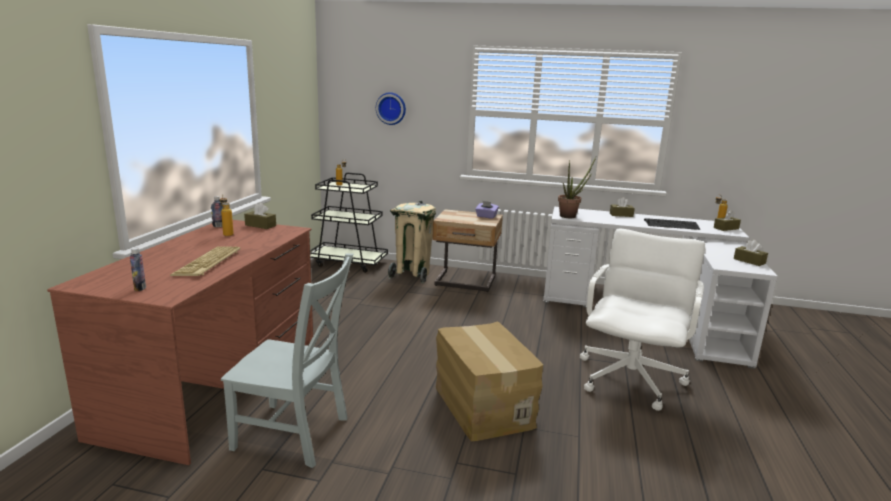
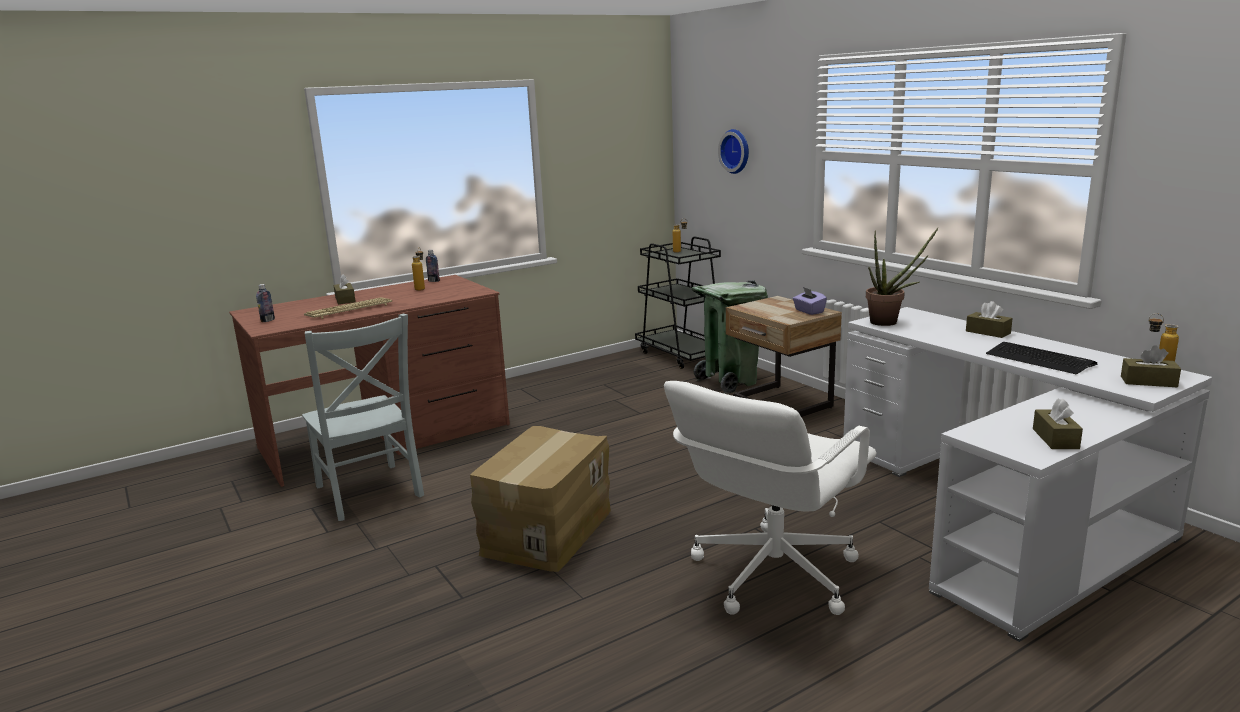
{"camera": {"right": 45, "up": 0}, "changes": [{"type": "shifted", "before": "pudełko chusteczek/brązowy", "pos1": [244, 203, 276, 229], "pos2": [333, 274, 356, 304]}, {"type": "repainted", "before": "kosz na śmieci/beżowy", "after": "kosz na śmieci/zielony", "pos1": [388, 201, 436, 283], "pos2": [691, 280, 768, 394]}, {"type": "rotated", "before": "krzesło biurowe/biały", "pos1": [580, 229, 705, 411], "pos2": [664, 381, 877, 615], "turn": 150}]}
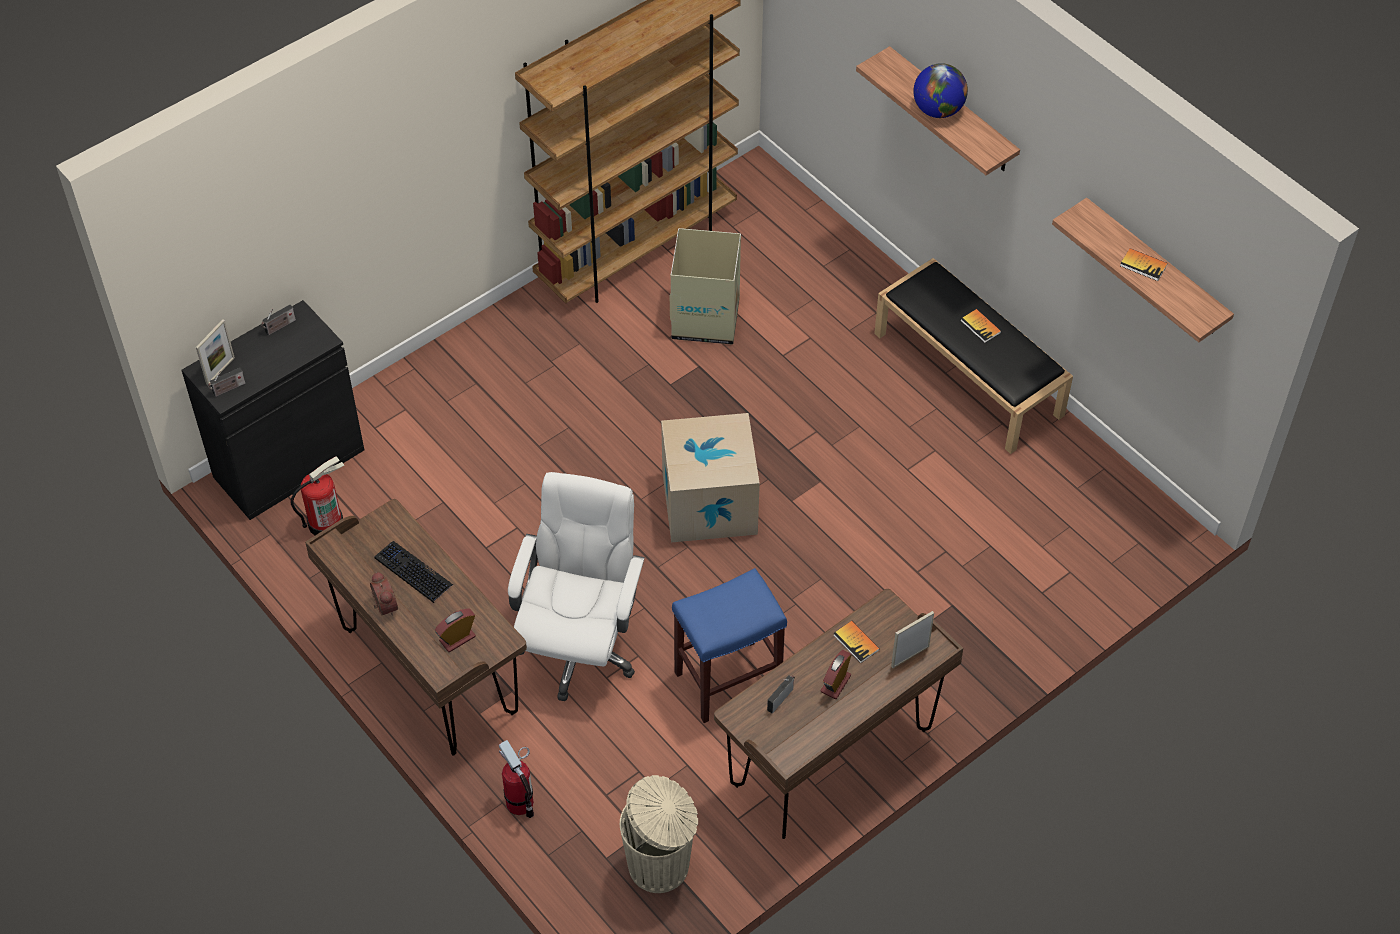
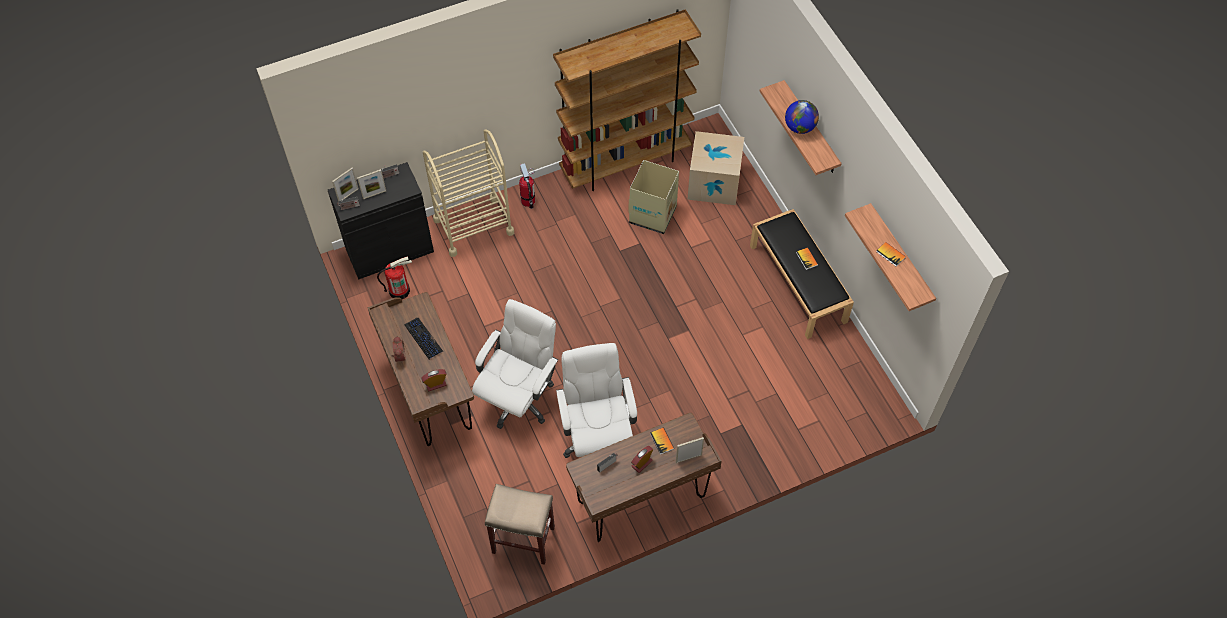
{"camera": {"right": 15, "up": 5}, "changes": [{"type": "new", "after": "ramka na zdjęcie", "pos2": [357, 169, 386, 199]}, {"type": "new", "after": "wózek/beżowy", "pos2": [423, 129, 514, 257]}, {"type": "shifted", "before": "gaśnica", "pos1": [499, 740, 534, 818], "pos2": [519, 163, 535, 209]}, {"type": "shifted", "before": "karton", "pos1": [661, 413, 760, 542], "pos2": [687, 131, 744, 205]}, {"type": "swapped", "before": "kosz na śmieci/beżowy", "after": "stołek/beżowy", "pos1": [620, 775, 698, 893], "pos2": [485, 484, 555, 565]}, {"type": "swapped", "before": "stołek/niebieski", "after": "krzesło biurowe/biały", "pos1": [672, 568, 787, 723], "pos2": [556, 343, 637, 458]}]}
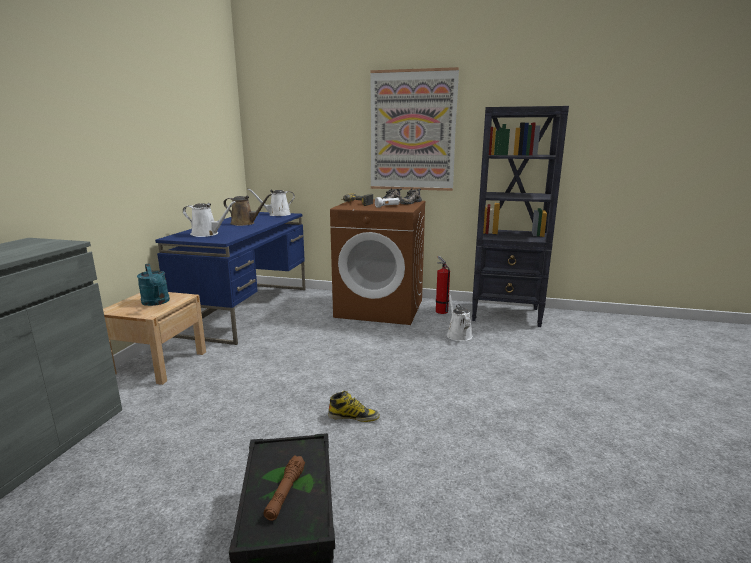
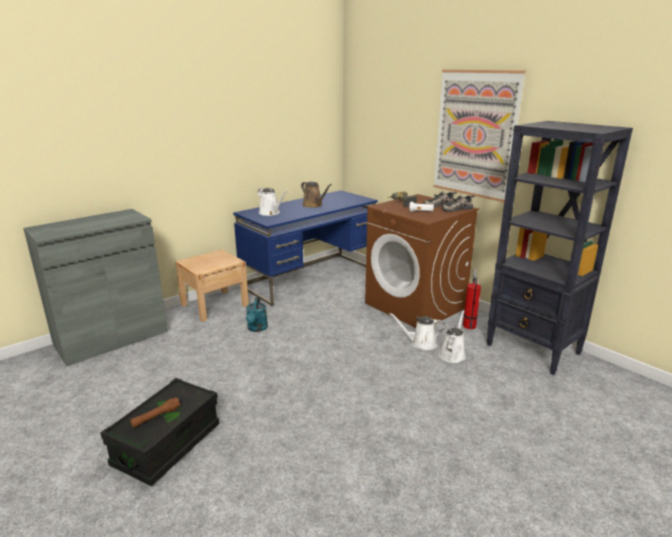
{"camera": {"right": 35, "up": 5}, "changes": [{"type": "gone", "before": "but z cholewką", "pos1": [328, 391, 380, 422]}, {"type": "shifted", "before": "konewka/turkusowy", "pos1": [137, 264, 170, 306], "pos2": [246, 297, 268, 332]}, {"type": "shifted", "before": "konewka/biały", "pos1": [247, 189, 295, 216], "pos2": [389, 313, 445, 350]}]}
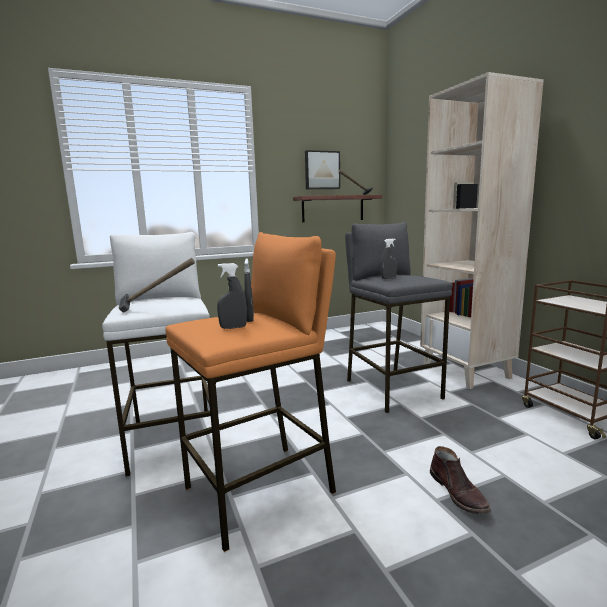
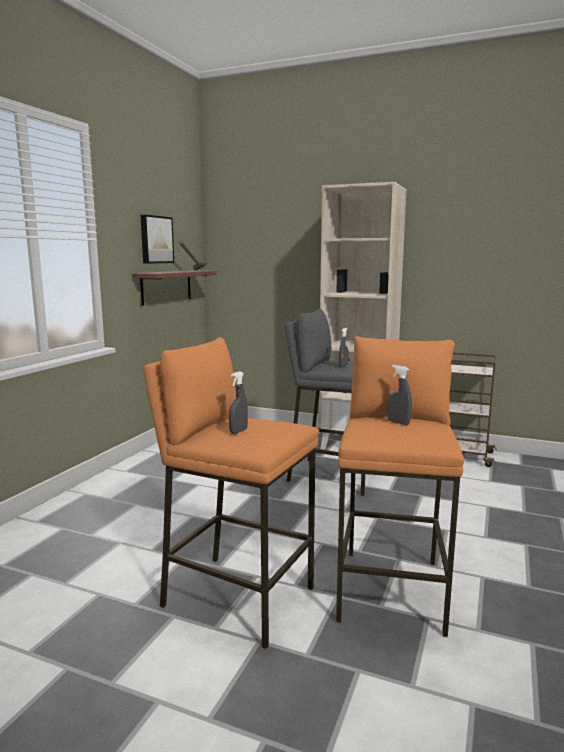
{"camera": {"right": -45, "up": 0}, "changes": [{"type": "gone", "before": "młotek", "pos1": [119, 258, 195, 313]}, {"type": "gone", "before": "but z cholewką/brązowy", "pos1": [430, 446, 491, 514]}, {"type": "shifted", "before": "spryskiwacz/szary", "pos1": [217, 263, 247, 329], "pos2": [229, 371, 248, 434]}, {"type": "repainted", "before": "stołek/biały", "after": "stołek/pomarańczowy", "pos1": [102, 232, 211, 477], "pos2": [143, 338, 319, 650]}]}
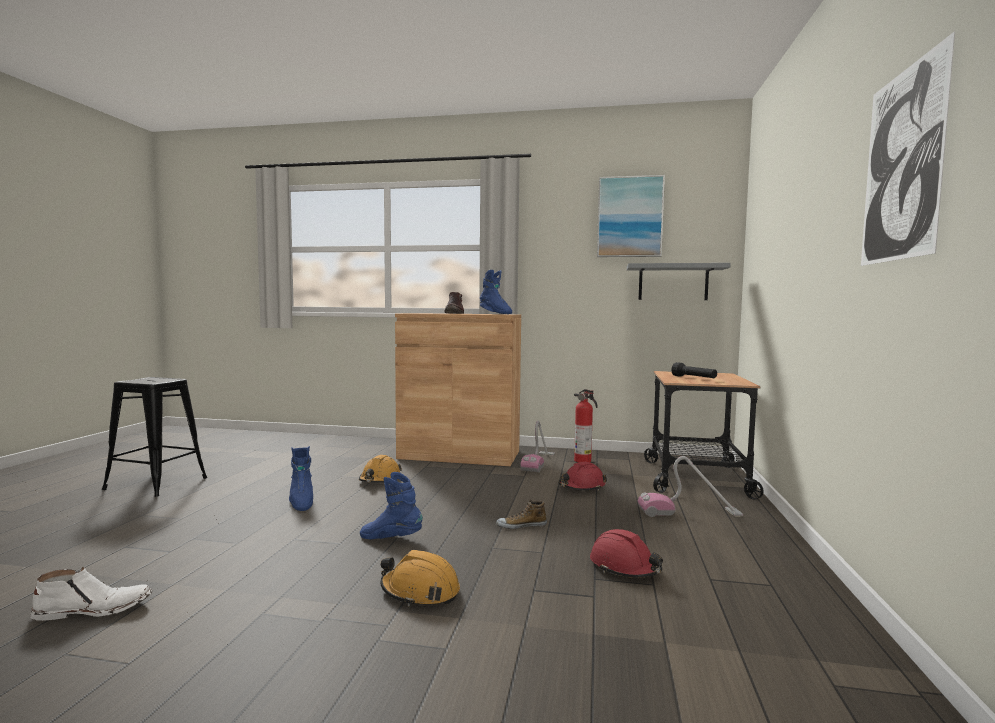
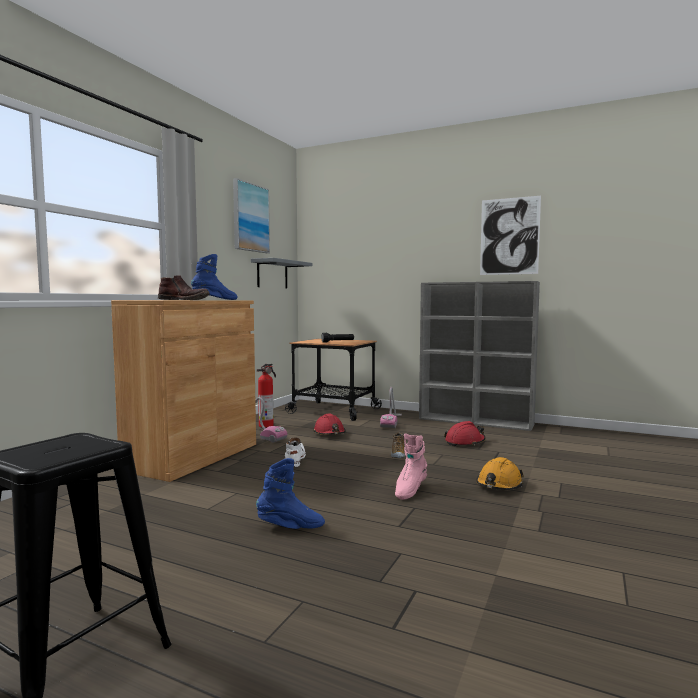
{"camera": {"right": -75, "up": 0}, "changes": [{"type": "gone", "before": "kask/pomarańczowy", "pos1": [359, 455, 402, 483]}, {"type": "new", "after": "regał/szary", "pos2": [419, 281, 540, 431]}, {"type": "shifted", "before": "but z cholewką/biały", "pos1": [30, 567, 152, 621], "pos2": [285, 437, 306, 467]}, {"type": "repainted", "before": "but z cholewką/niebieski", "after": "but z cholewką/różowy", "pos1": [360, 472, 423, 539], "pos2": [395, 433, 427, 500]}]}
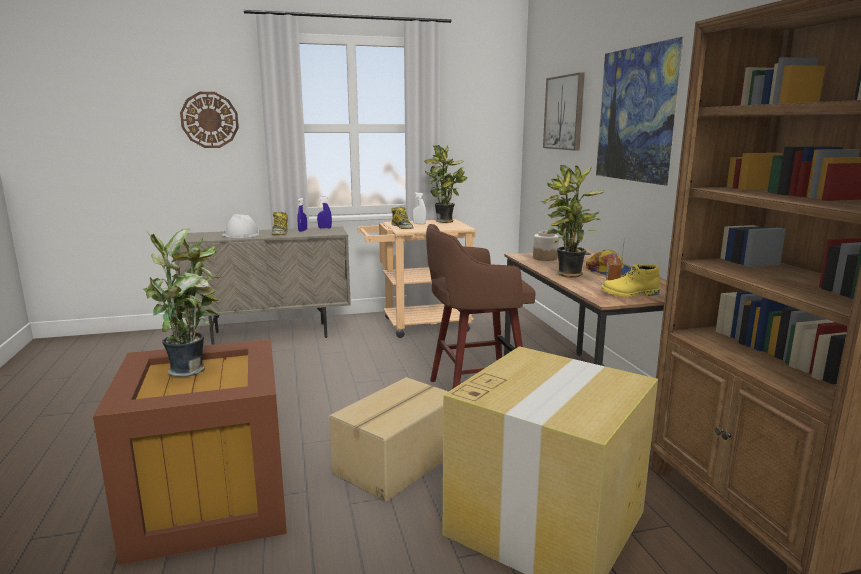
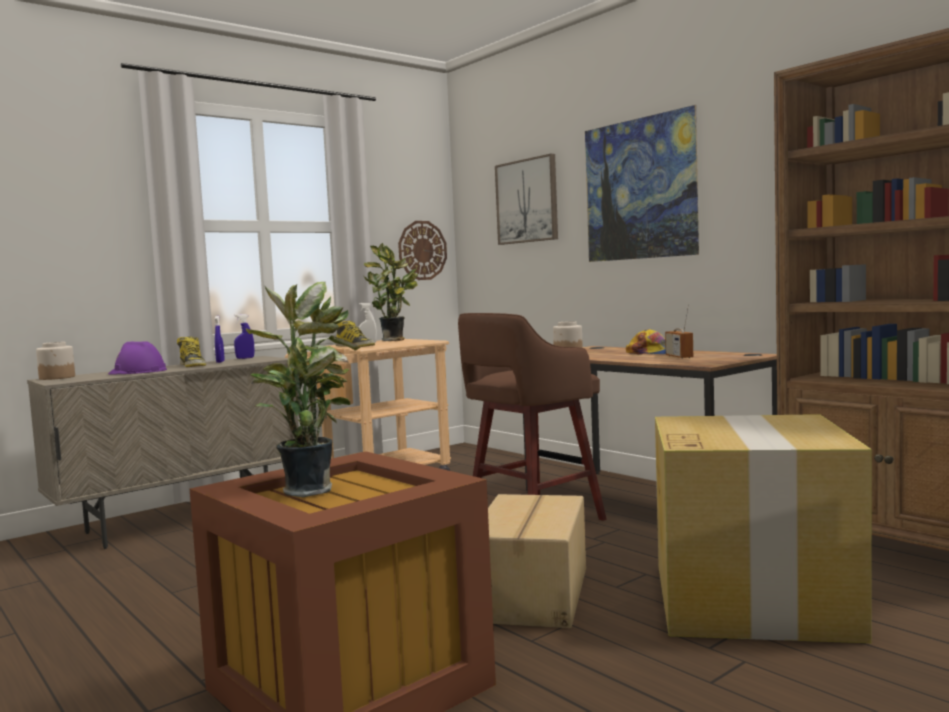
{"camera": {"right": -25, "up": -10}, "changes": [{"type": "gone", "before": "roślina doniczkowa", "pos1": [540, 165, 604, 278]}, {"type": "gone", "before": "but z cholewką/żółty", "pos1": [601, 264, 660, 297]}, {"type": "new", "after": "słoik", "pos2": [36, 342, 75, 380]}, {"type": "shifted", "before": "zegar ścienny", "pos1": [180, 92, 239, 148], "pos2": [398, 221, 447, 280]}, {"type": "repainted", "before": "kask/biały", "after": "kask/fioletowy", "pos1": [222, 214, 259, 238], "pos2": [108, 342, 167, 375]}]}
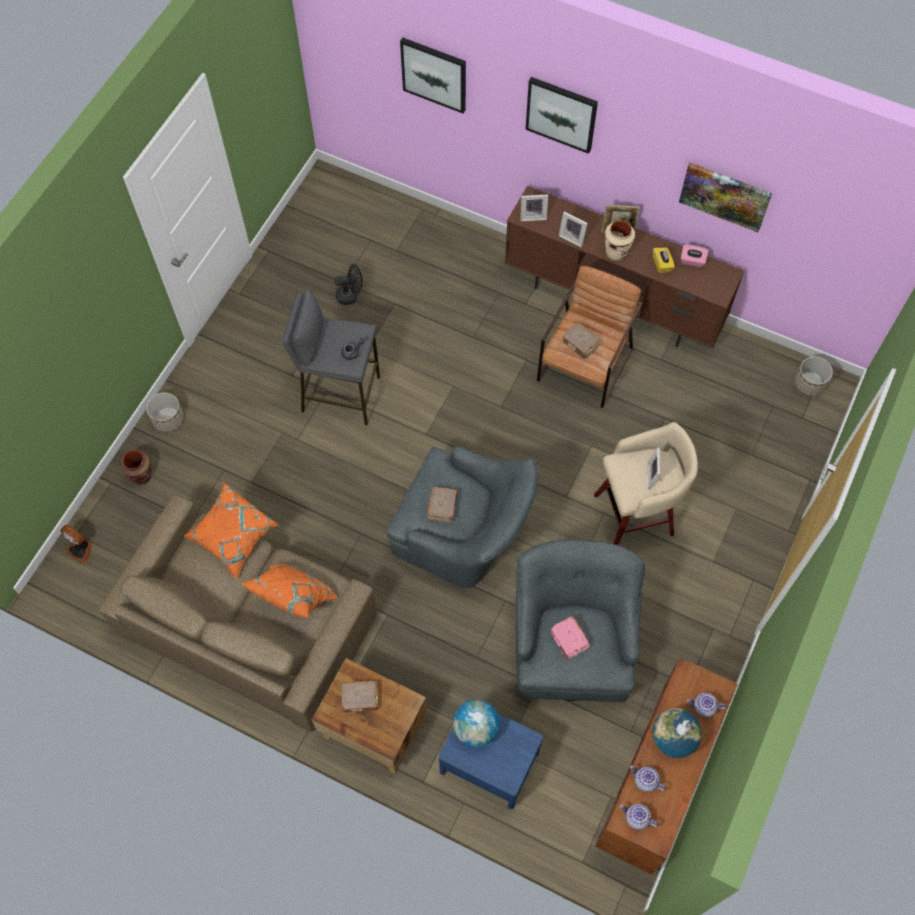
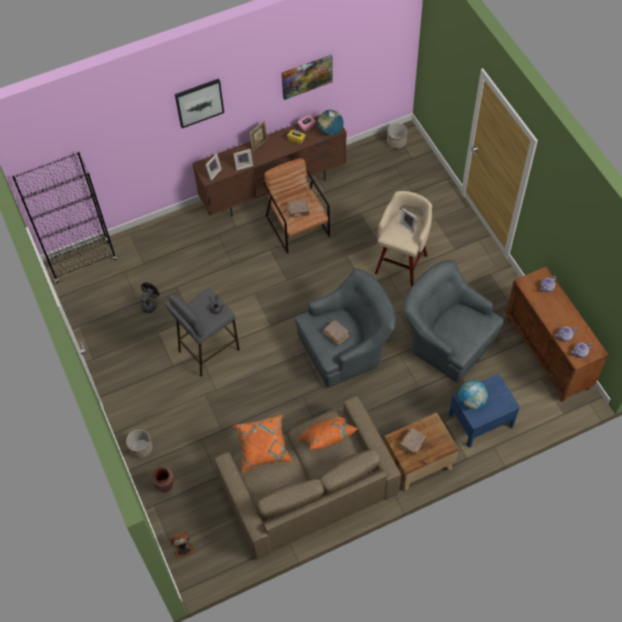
{"camera": {"right": -50, "up": -5}, "changes": [{"type": "gone", "before": "obraz", "pos1": [400, 38, 466, 113]}, {"type": "gone", "before": "książka/różowy", "pos1": [550, 616, 590, 660]}, {"type": "gone", "before": "wazon/beżowy", "pos1": [605, 220, 635, 261]}, {"type": "new", "after": "regał/czarny", "pos2": [12, 152, 117, 283]}, {"type": "shifted", "before": "globus", "pos1": [653, 708, 702, 758], "pos2": [318, 110, 343, 136]}]}
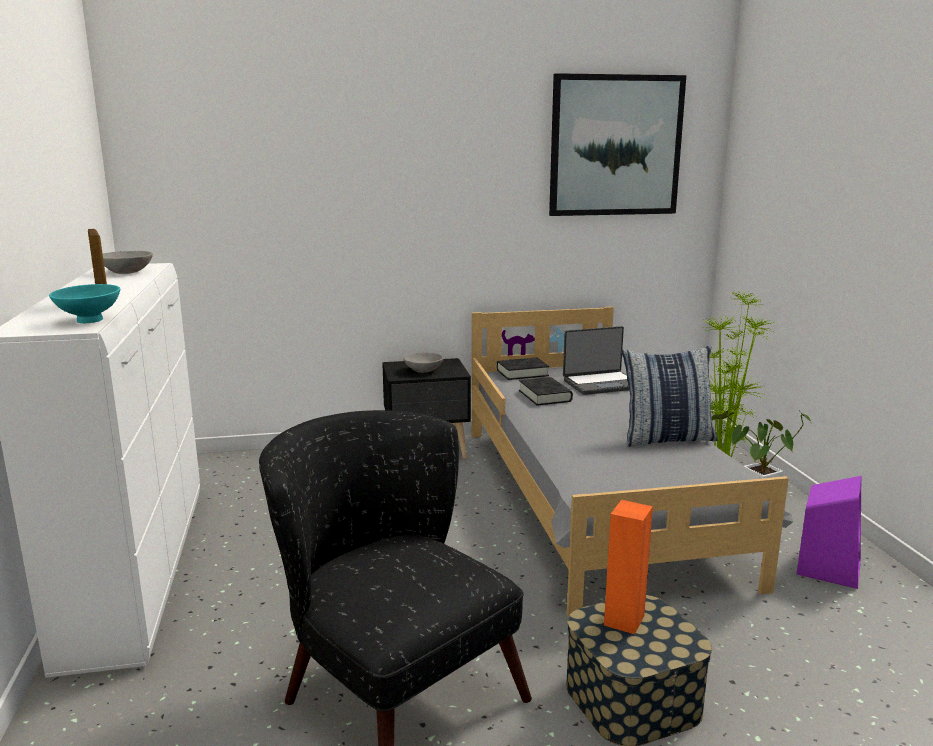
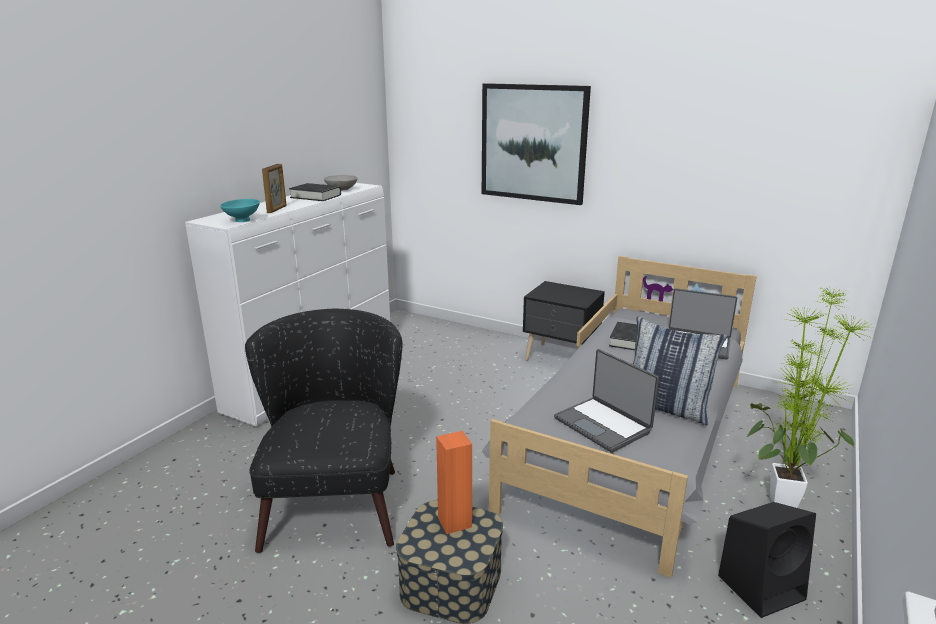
{"camera": {"right": 40, "up": 5}, "changes": [{"type": "gone", "before": "miska/szary", "pos1": [403, 352, 443, 373]}, {"type": "new", "after": "laptop", "pos2": [554, 349, 659, 453]}, {"type": "shifted", "before": "książka/czarny", "pos1": [497, 358, 549, 380], "pos2": [289, 183, 341, 201]}, {"type": "shifted", "before": "obraz", "pos1": [549, 73, 686, 216], "pos2": [482, 83, 591, 205]}, {"type": "repainted", "before": "głośnik/fioletowy", "after": "głośnik/czarny", "pos1": [797, 476, 861, 589], "pos2": [718, 502, 816, 618]}]}
